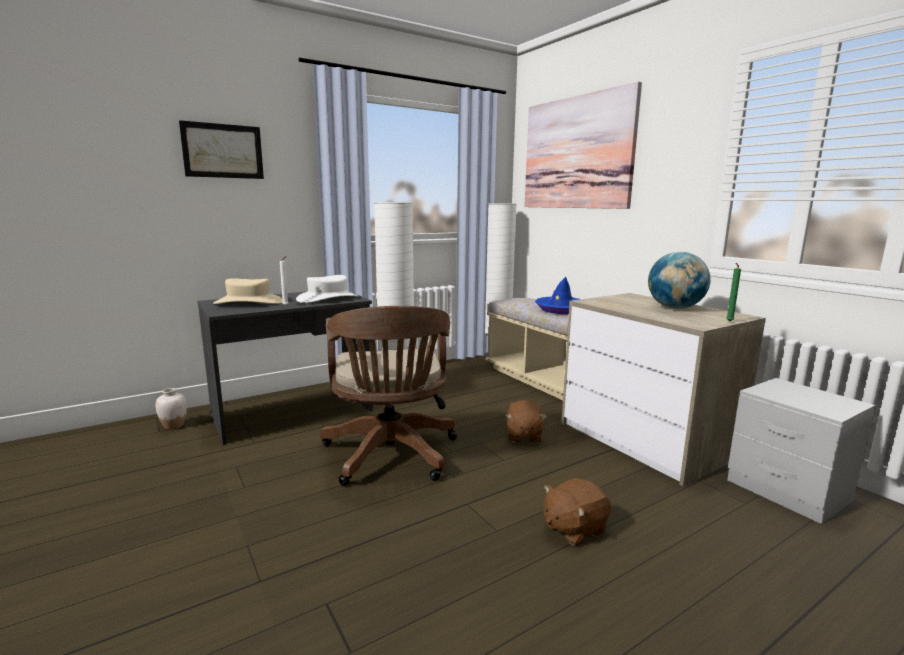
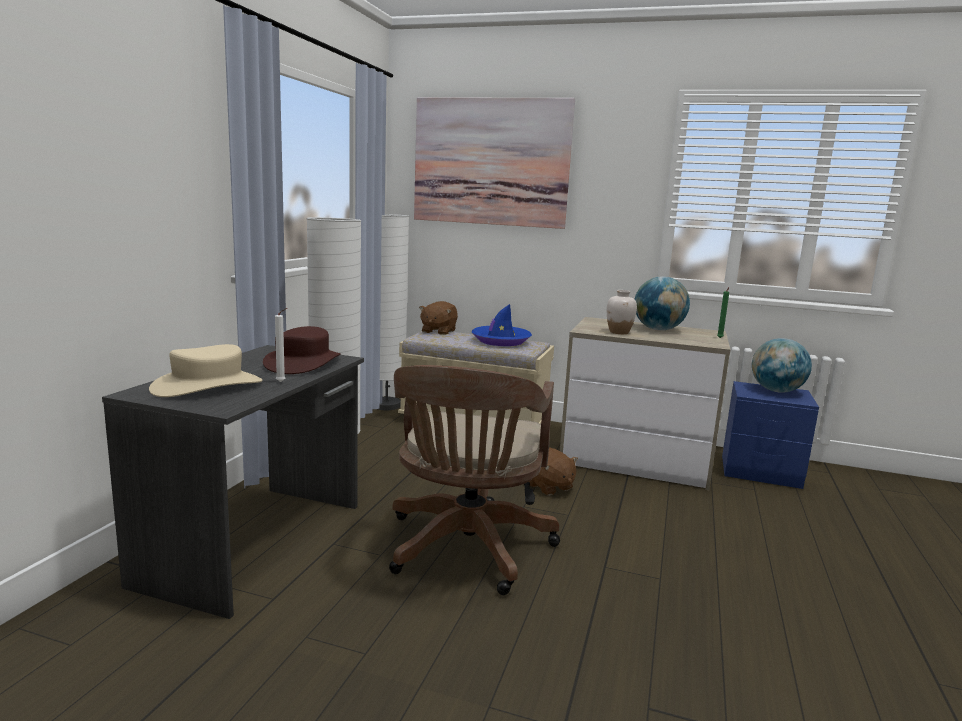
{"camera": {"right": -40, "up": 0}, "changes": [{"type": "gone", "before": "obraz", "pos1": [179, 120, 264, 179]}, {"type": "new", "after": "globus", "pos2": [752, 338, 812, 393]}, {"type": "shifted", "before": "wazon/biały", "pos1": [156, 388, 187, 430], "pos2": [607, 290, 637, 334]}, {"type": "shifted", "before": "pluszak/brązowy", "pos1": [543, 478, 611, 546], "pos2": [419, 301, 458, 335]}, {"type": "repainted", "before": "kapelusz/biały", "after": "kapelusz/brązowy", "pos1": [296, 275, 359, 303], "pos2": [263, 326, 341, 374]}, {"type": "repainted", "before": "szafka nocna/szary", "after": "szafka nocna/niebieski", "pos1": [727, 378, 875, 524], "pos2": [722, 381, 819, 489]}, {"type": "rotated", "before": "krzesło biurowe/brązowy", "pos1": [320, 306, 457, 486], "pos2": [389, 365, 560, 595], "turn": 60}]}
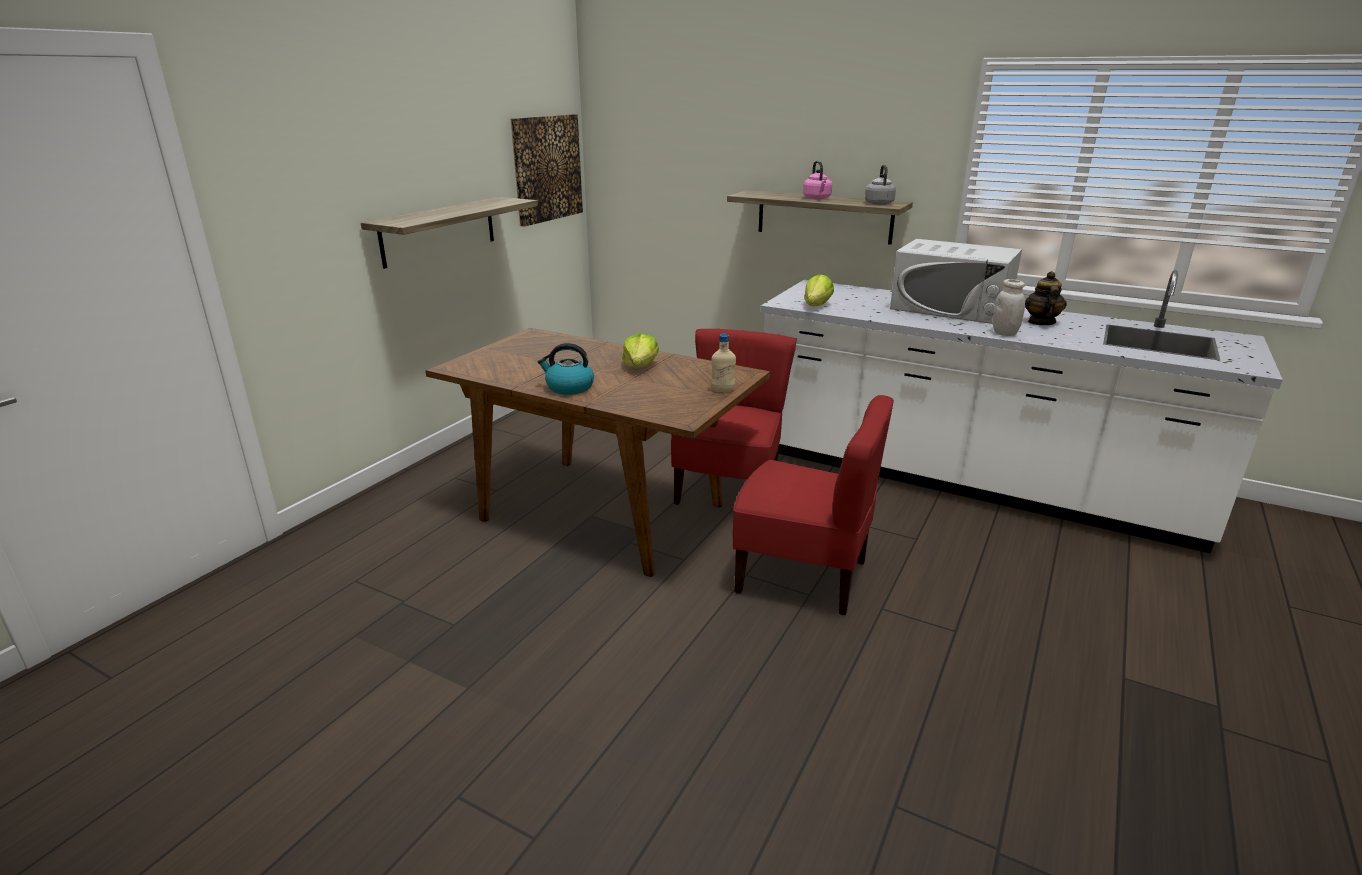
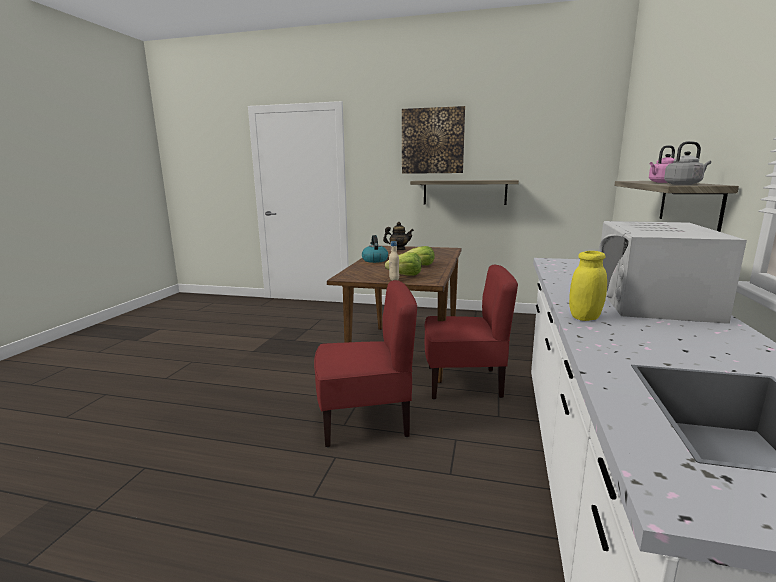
{"camera": {"right": 75, "up": -10}, "changes": [{"type": "shifted", "before": "obraz", "pos1": [511, 114, 583, 227], "pos2": [402, 106, 465, 174]}, {"type": "shifted", "before": "sałata", "pos1": [804, 274, 834, 306], "pos2": [385, 252, 422, 276]}, {"type": "shifted", "before": "imbryk", "pos1": [1025, 271, 1067, 325], "pos2": [383, 222, 414, 250]}, {"type": "repainted", "before": "słoik/biały", "after": "słoik/żółty", "pos1": [993, 279, 1025, 336], "pos2": [569, 251, 607, 321]}, {"type": "rotated", "before": "krzesło/czerwony", "pos1": [732, 395, 894, 616], "pos2": [314, 280, 417, 447], "turn": -105}]}
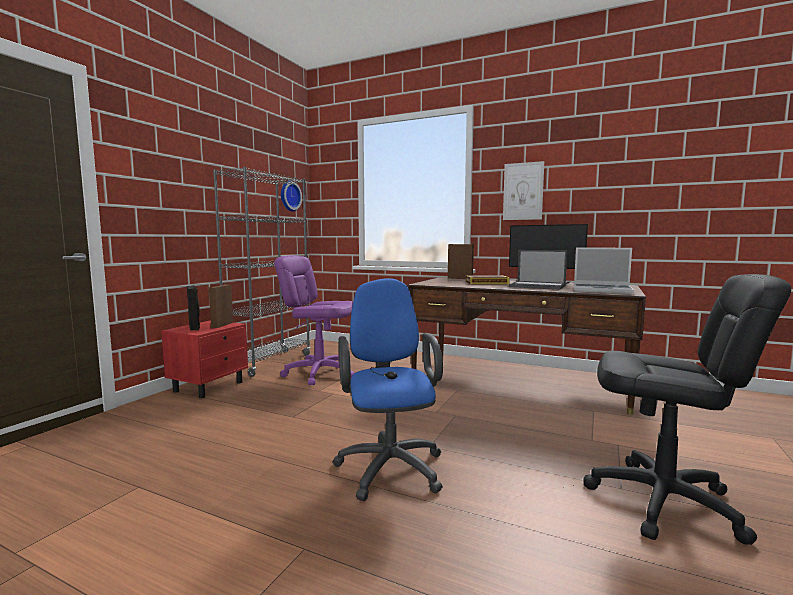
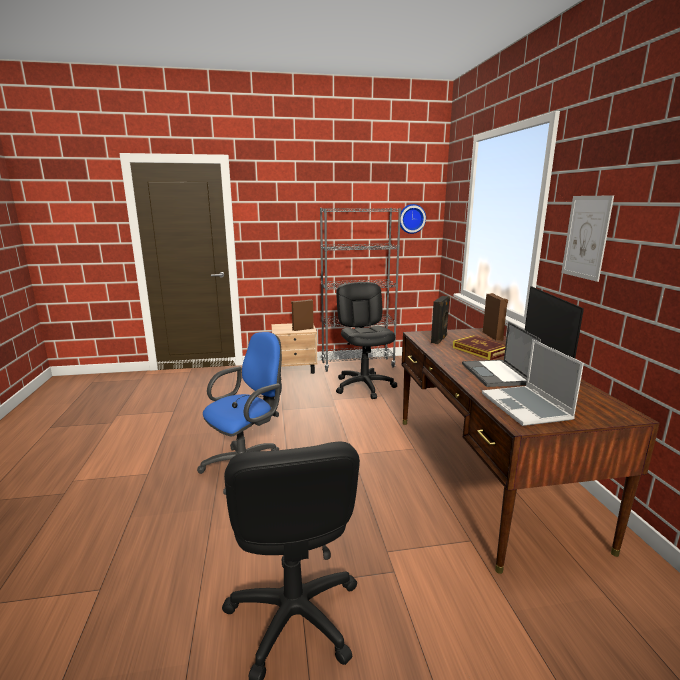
{"camera": {"right": 55, "up": 10}, "changes": [{"type": "shifted", "before": "głośnik/czarny", "pos1": [187, 285, 200, 330], "pos2": [431, 296, 450, 344]}, {"type": "repainted", "before": "szafka nocna/czerwony", "after": "szafka nocna/beżowy", "pos1": [161, 320, 248, 398], "pos2": [271, 323, 318, 374]}, {"type": "repainted", "before": "krzesło biurowe/fioletowy", "after": "krzesło biurowe/czarny", "pos1": [274, 255, 355, 385], "pos2": [336, 282, 397, 399]}]}
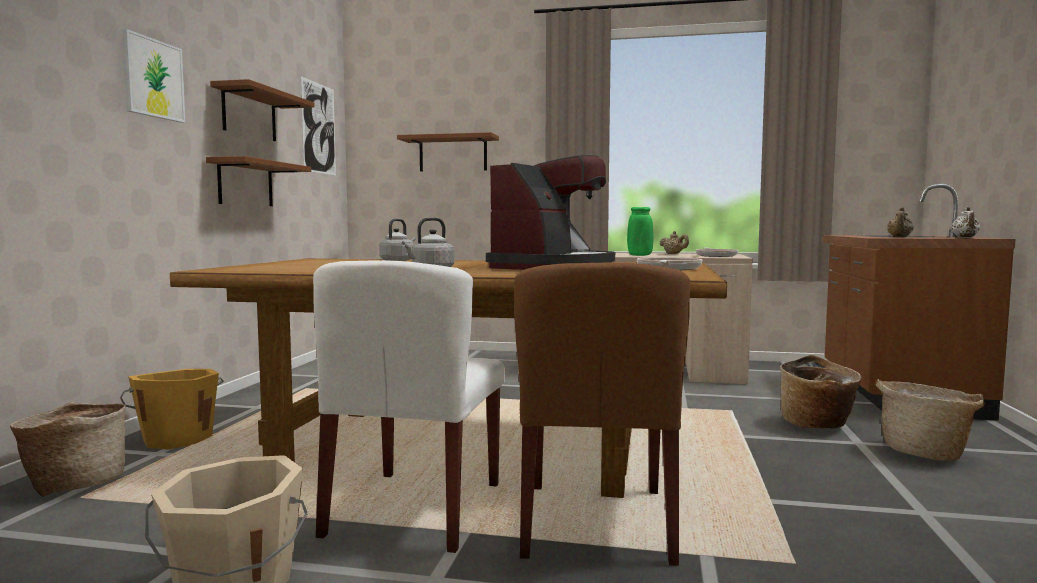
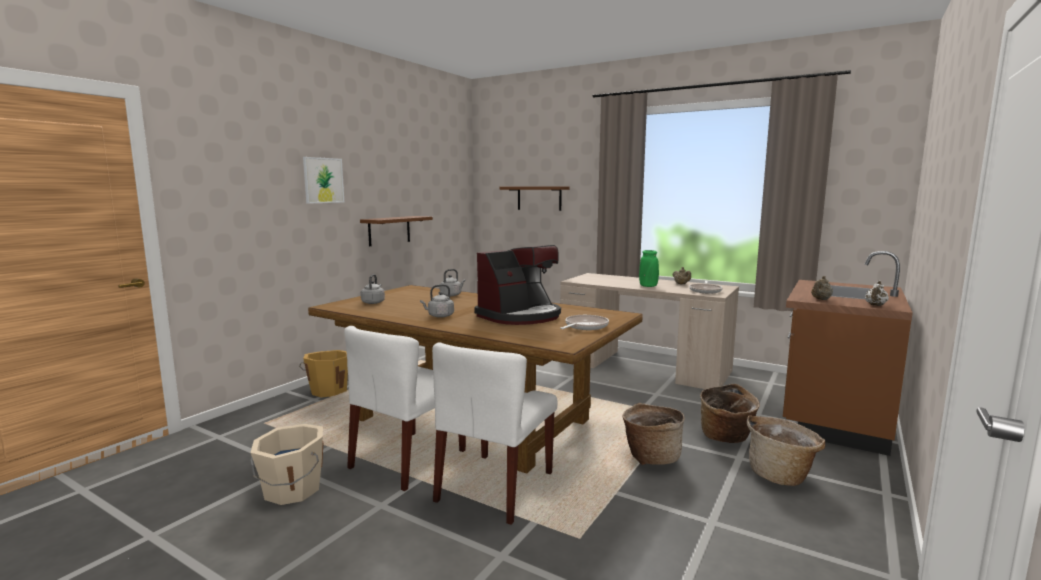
{"camera": {"right": 20, "up": 5}, "changes": [{"type": "gone", "before": "półka/brązowy", "pos1": [210, 79, 315, 141]}, {"type": "gone", "before": "obraz", "pos1": [301, 76, 336, 175]}, {"type": "new", "after": "czajnik/szary", "pos2": [361, 274, 385, 304]}, {"type": "shifted", "before": "koszyk", "pos1": [10, 402, 126, 497], "pos2": [623, 403, 685, 465]}, {"type": "repainted", "before": "krzesło/brązowy", "after": "krzesło/biały", "pos1": [514, 262, 690, 566], "pos2": [432, 342, 558, 525]}]}
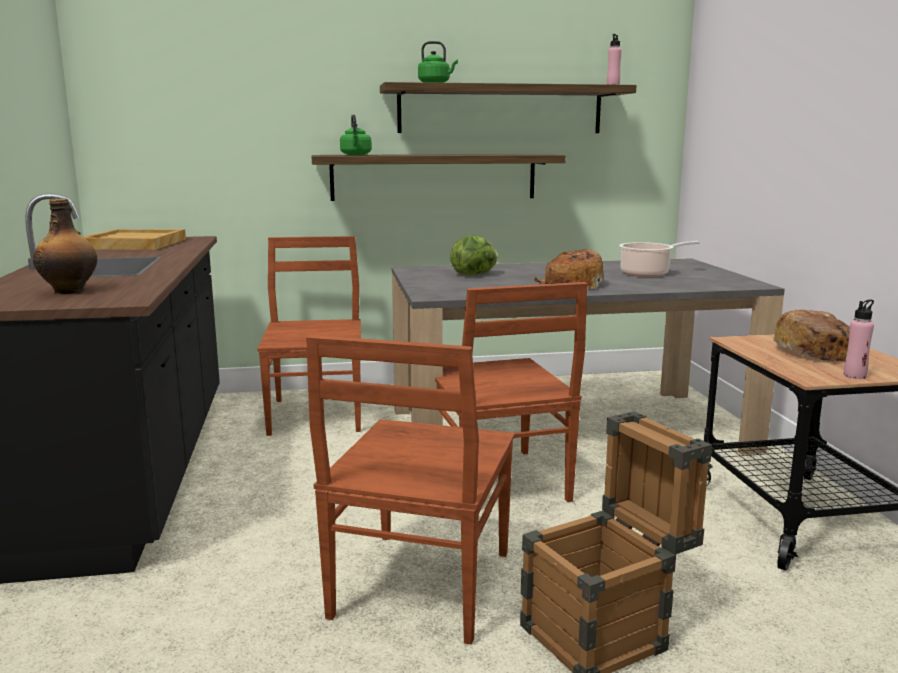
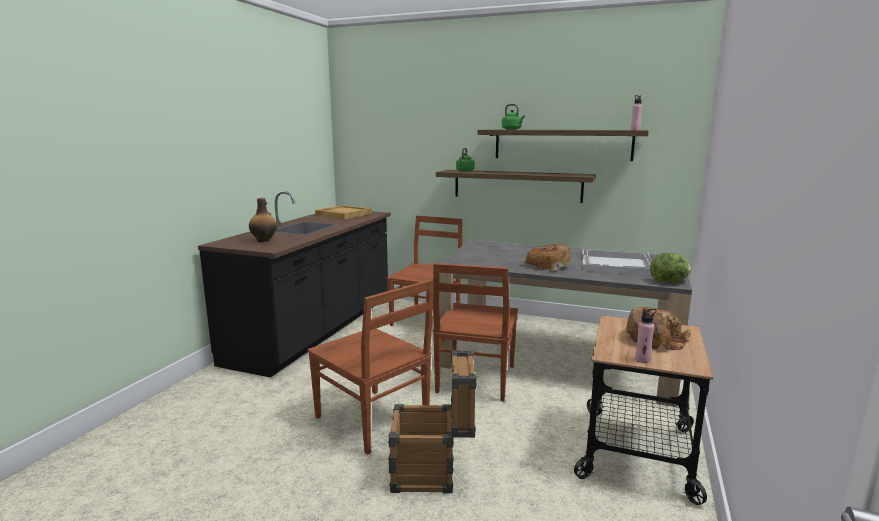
{"camera": {"right": 30, "up": 0}, "changes": [{"type": "shifted", "before": "sałata", "pos1": [450, 235, 498, 275], "pos2": [650, 252, 691, 282]}, {"type": "swapped", "before": "garnek", "after": "taca/biały", "pos1": [619, 241, 700, 277], "pos2": [582, 249, 652, 276]}, {"type": "rotated", "before": "krzesło/brązowy", "pos1": [306, 335, 515, 645], "pos2": [307, 279, 433, 455], "turn": -90}]}
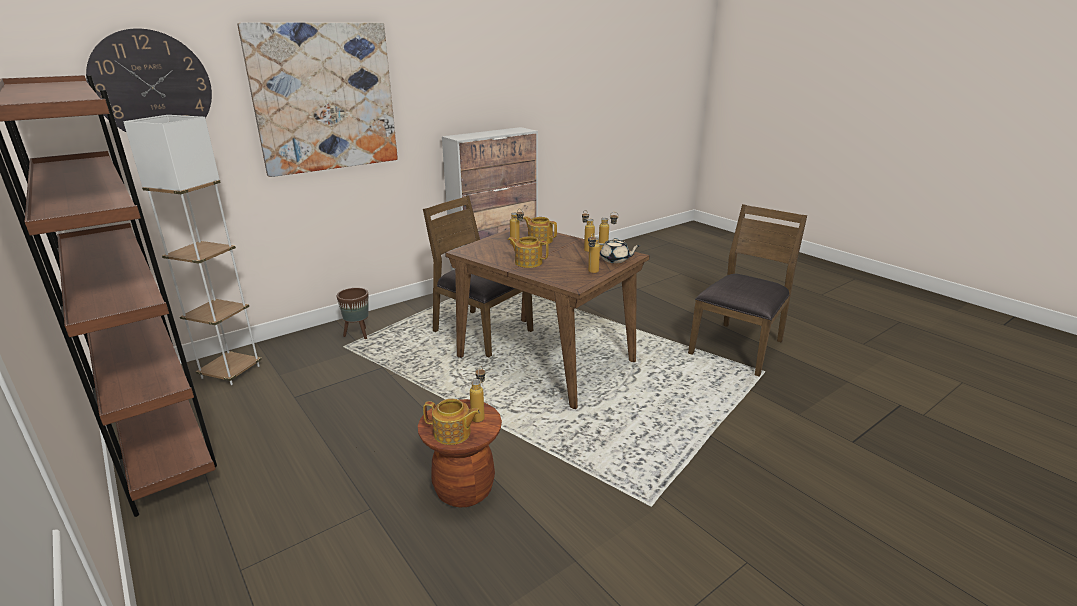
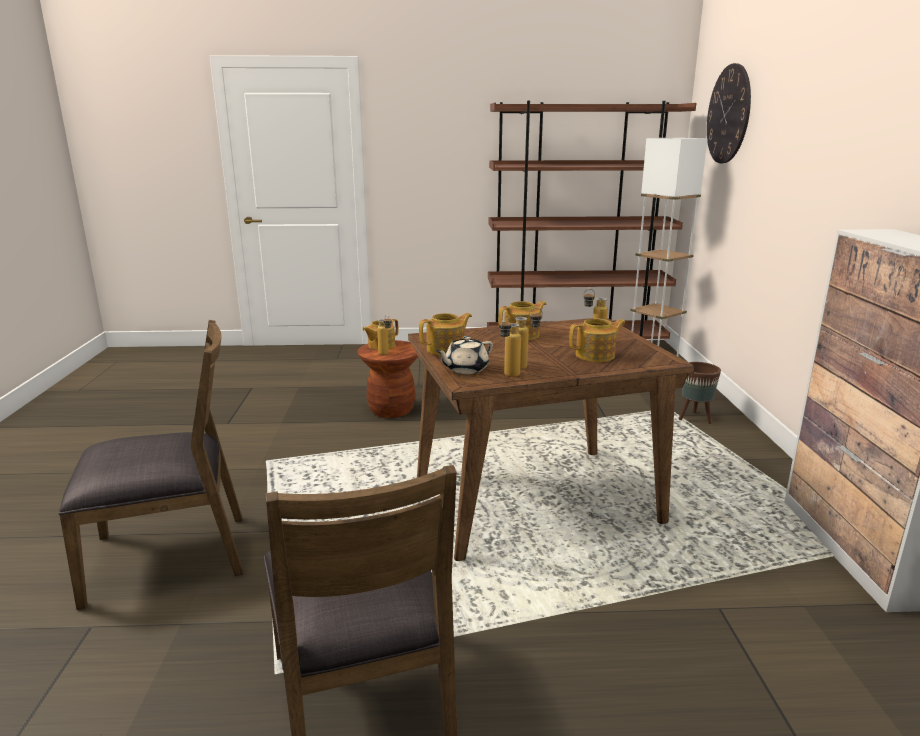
{"camera": {"right": 125, "up": -5}, "changes": [{"type": "gone", "before": "obraz", "pos1": [237, 22, 398, 177]}, {"type": "shifted", "before": "krzesło/brązowy", "pos1": [423, 196, 533, 357], "pos2": [58, 320, 243, 610]}, {"type": "swapped", "before": "butelka", "after": "imbryk", "pos1": [588, 233, 600, 273], "pos2": [419, 313, 472, 356]}]}
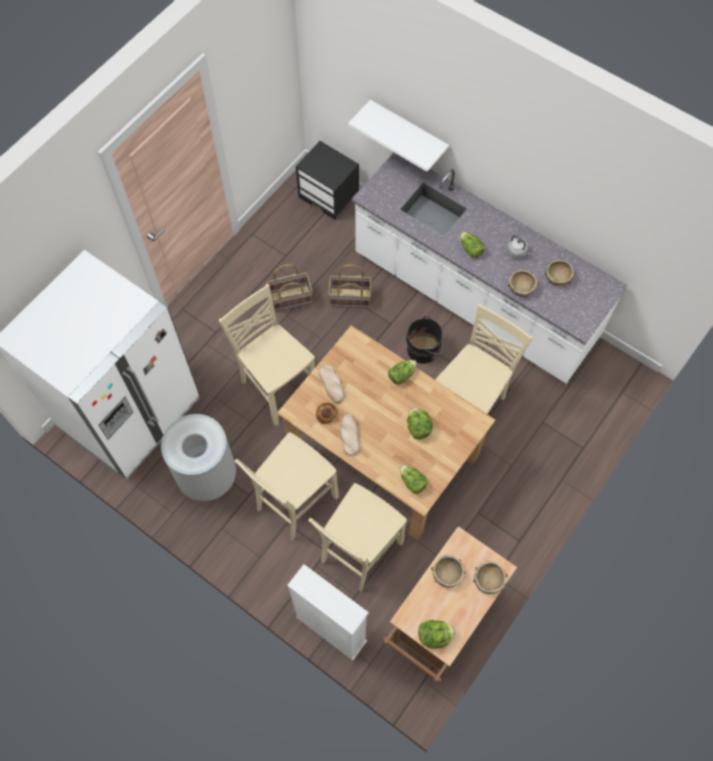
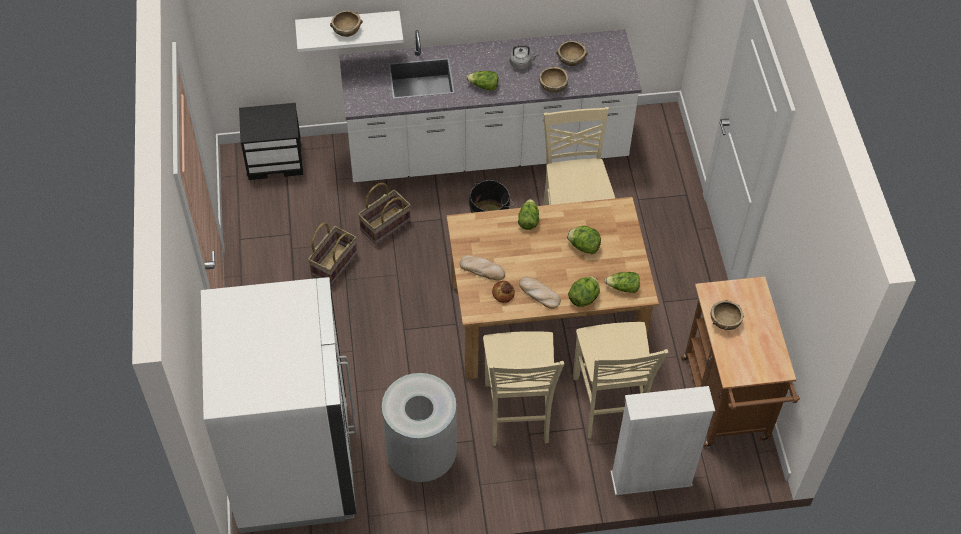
{"camera": {"right": -45, "up": -10}, "changes": [{"type": "gone", "before": "krzesło/beżowy", "pos1": [218, 284, 315, 426]}, {"type": "shifted", "before": "sałata", "pos1": [418, 620, 455, 649], "pos2": [568, 276, 600, 307]}, {"type": "shifted", "before": "miska/brązowy", "pos1": [473, 561, 508, 594], "pos2": [330, 10, 363, 37]}]}
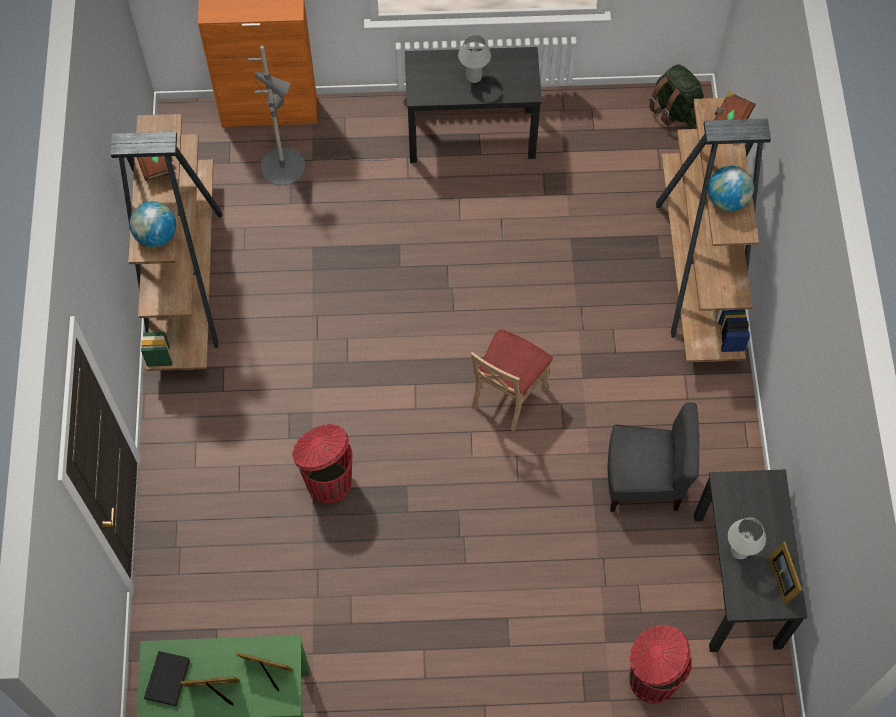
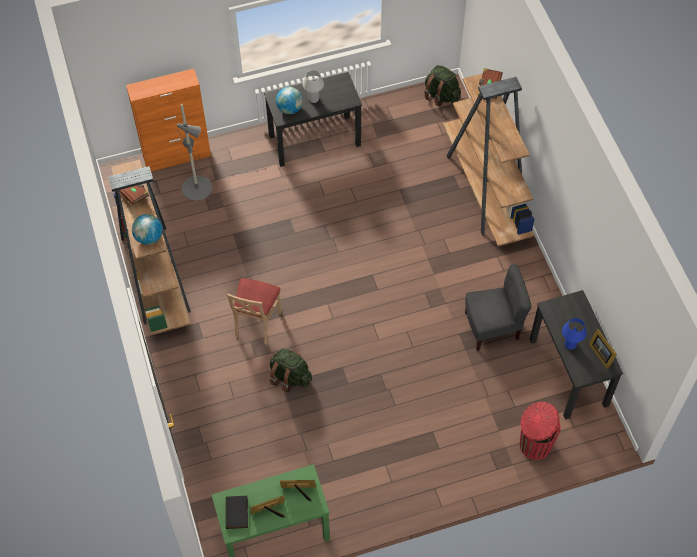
{"camera": {"right": -15, "up": -5}, "changes": [{"type": "shifted", "before": "krzesło/beżowy", "pos1": [471, 329, 553, 432], "pos2": [227, 278, 282, 345]}, {"type": "shifted", "before": "globus", "pos1": [708, 166, 754, 211], "pos2": [276, 87, 303, 114]}, {"type": "swapped", "before": "kosz na śmieci/czerwony", "after": "plecak/zielony", "pos1": [292, 424, 352, 503], "pos2": [269, 348, 312, 393]}, {"type": "repainted", "before": "lampa stołowa/biały", "after": "lampa stołowa/niebieski", "pos1": [728, 518, 766, 559], "pos2": [562, 318, 587, 350]}]}
